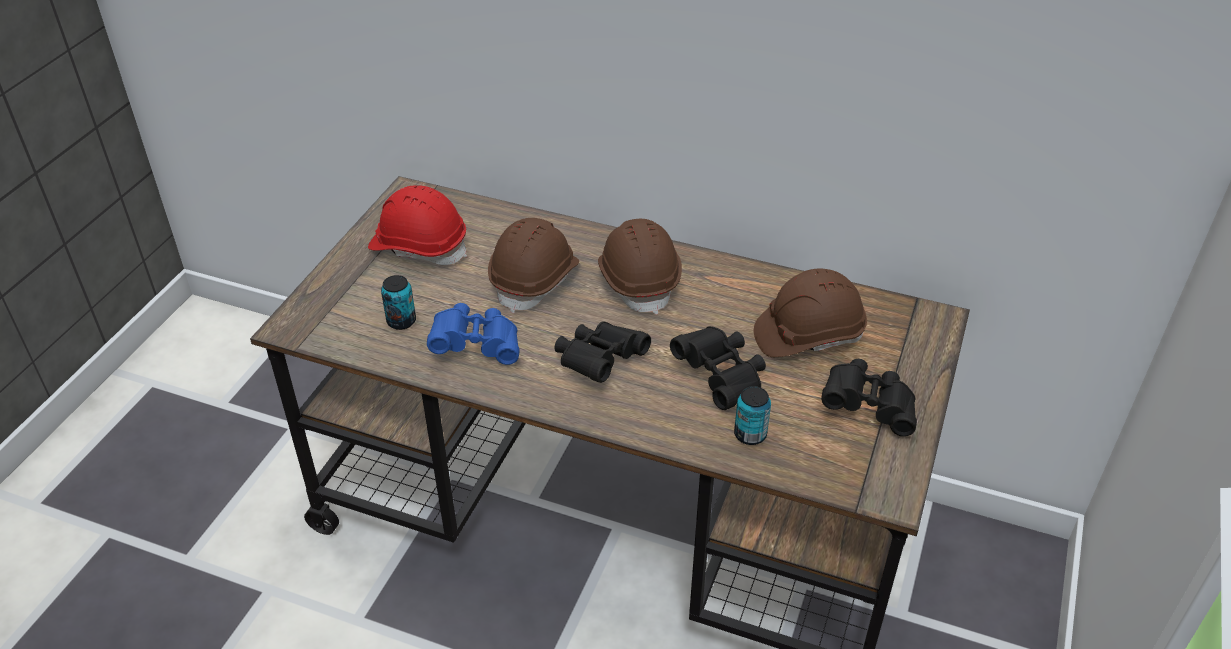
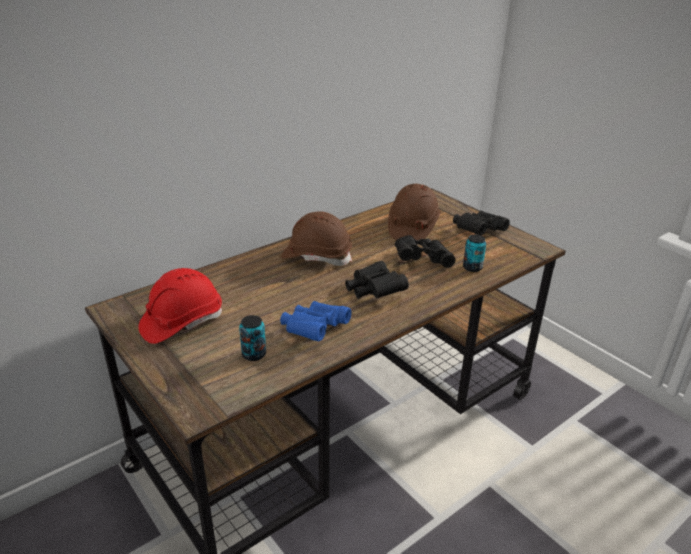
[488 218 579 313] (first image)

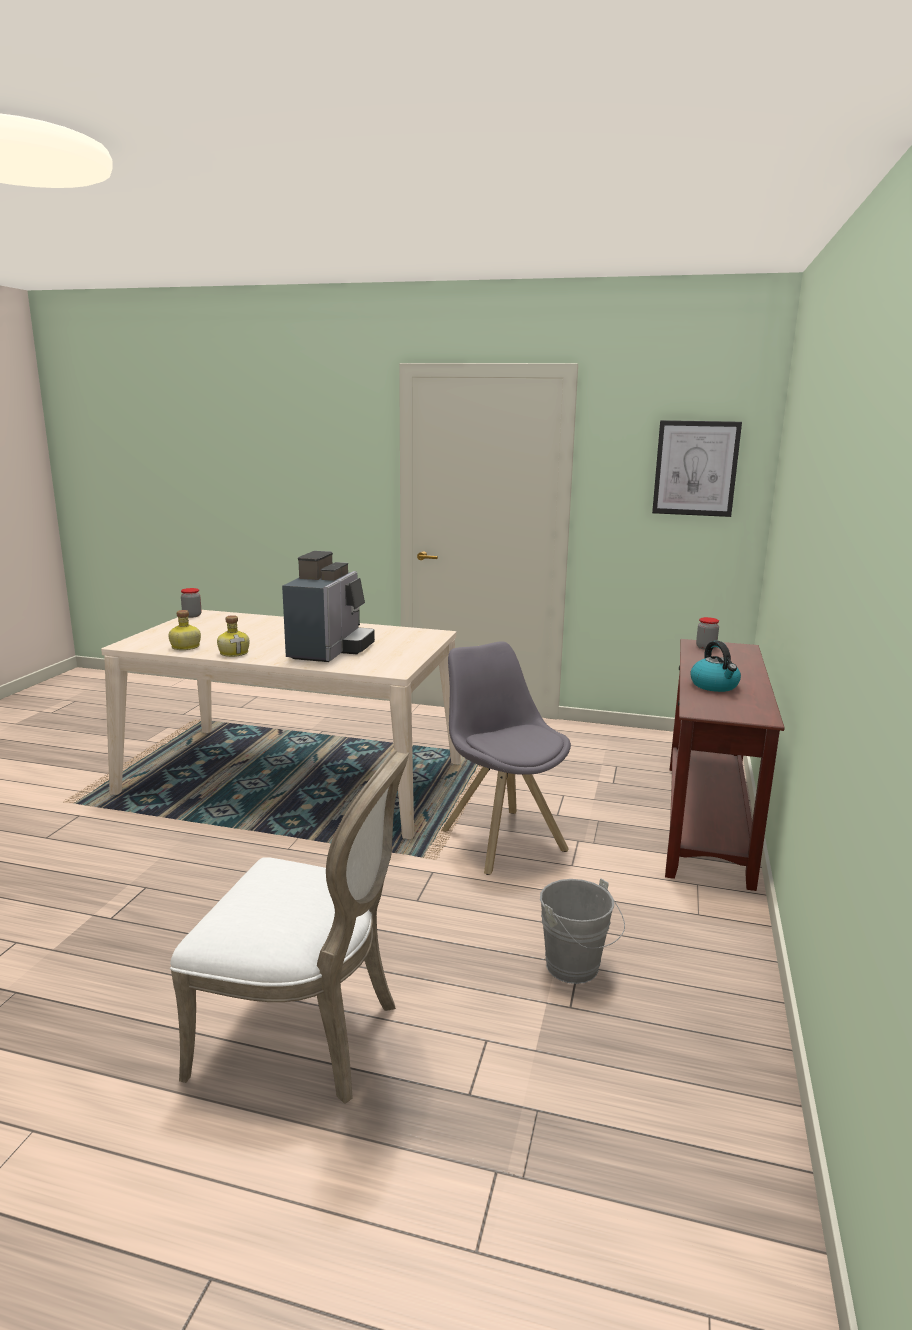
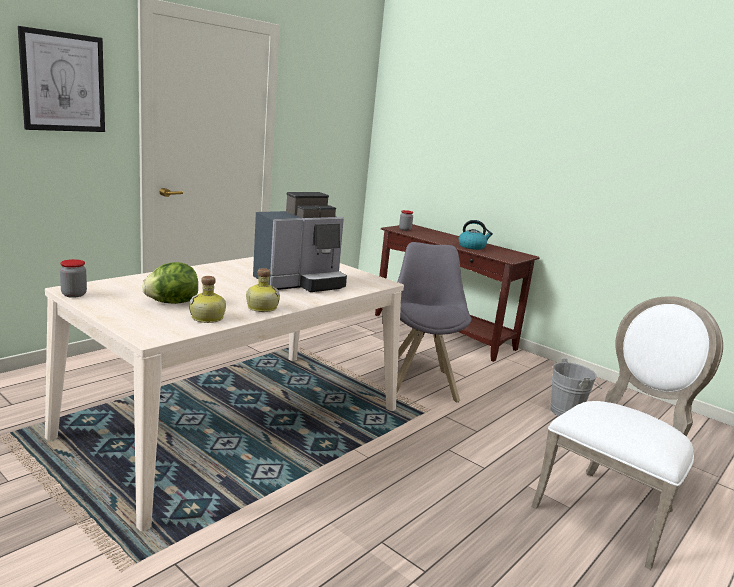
[18 26 105 132]
[253 192 347 292]
[397 242 472 402]
[142 262 198 304]

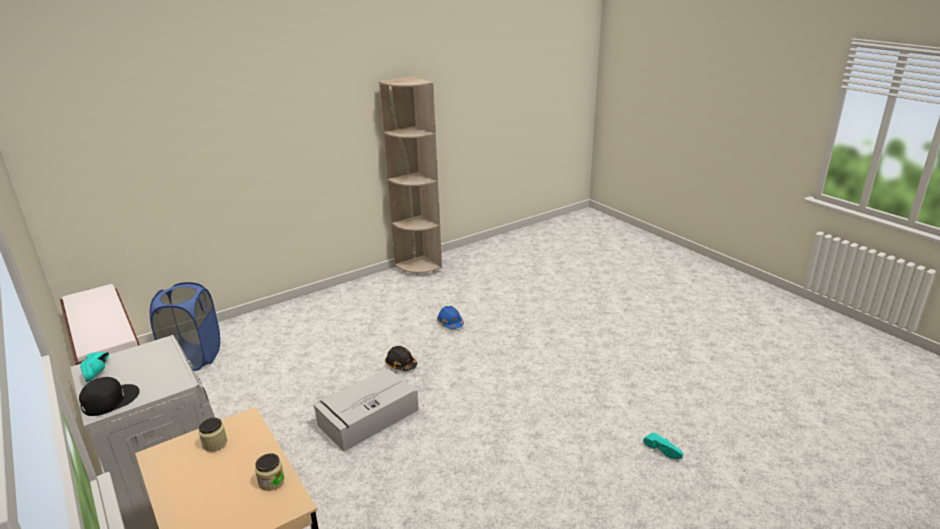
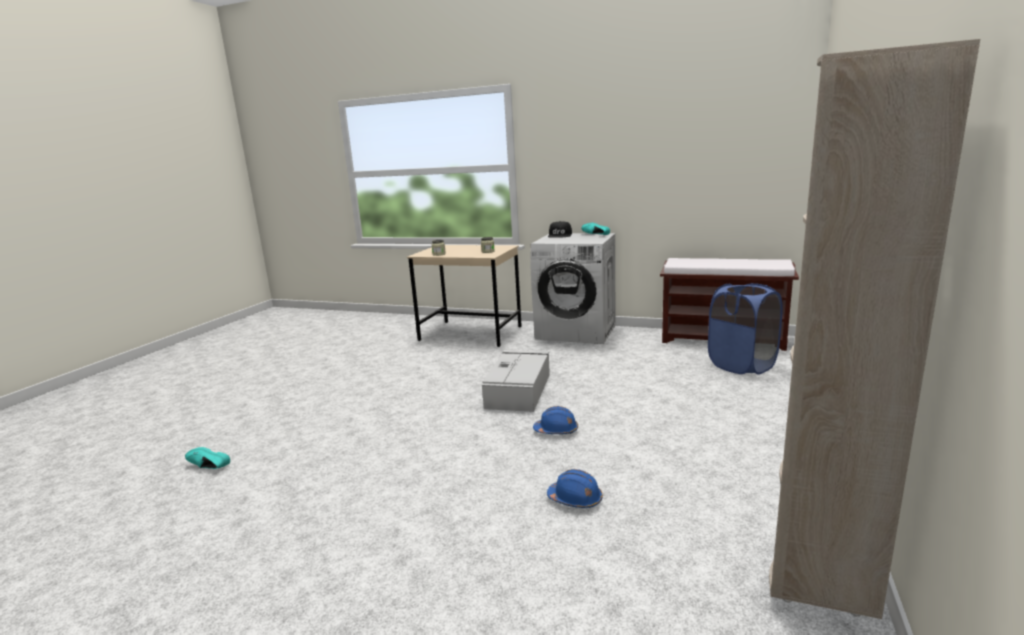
[533 406 578 434]

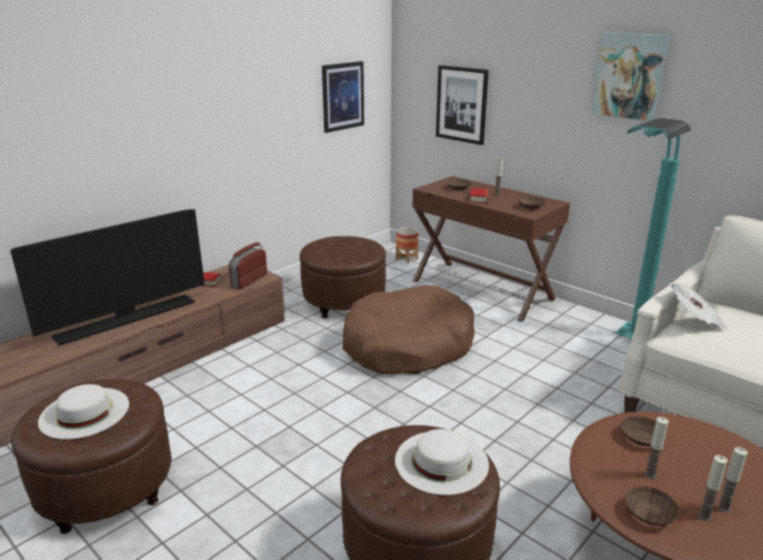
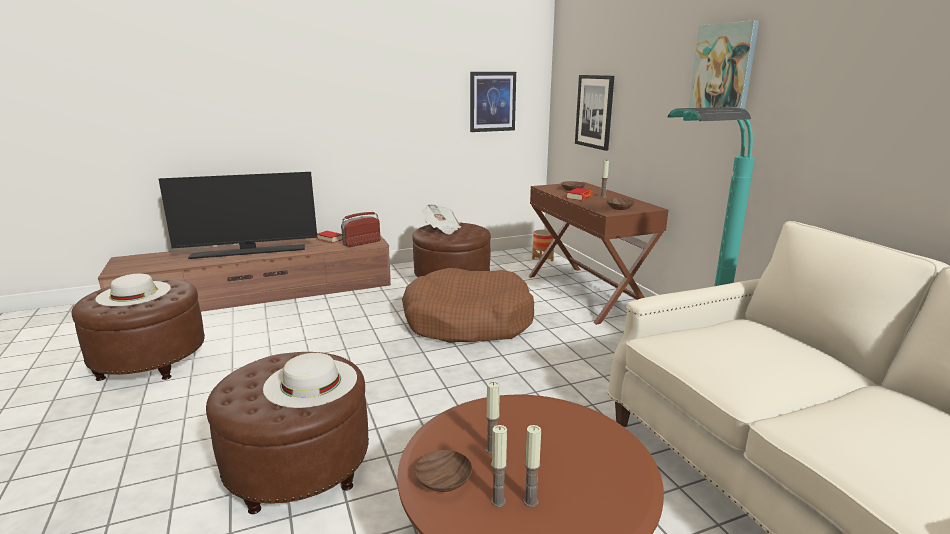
[422 204 461 234]
[621 416 667 446] (first image)

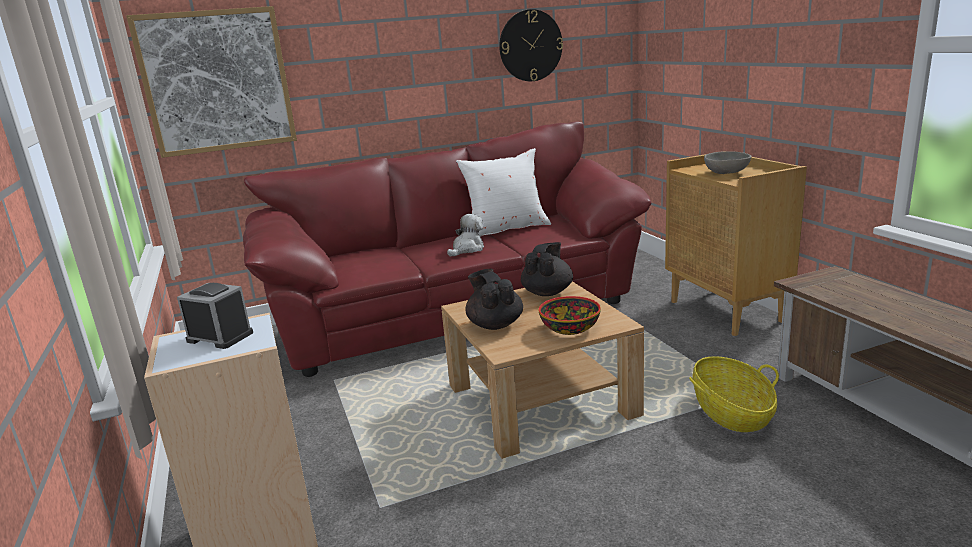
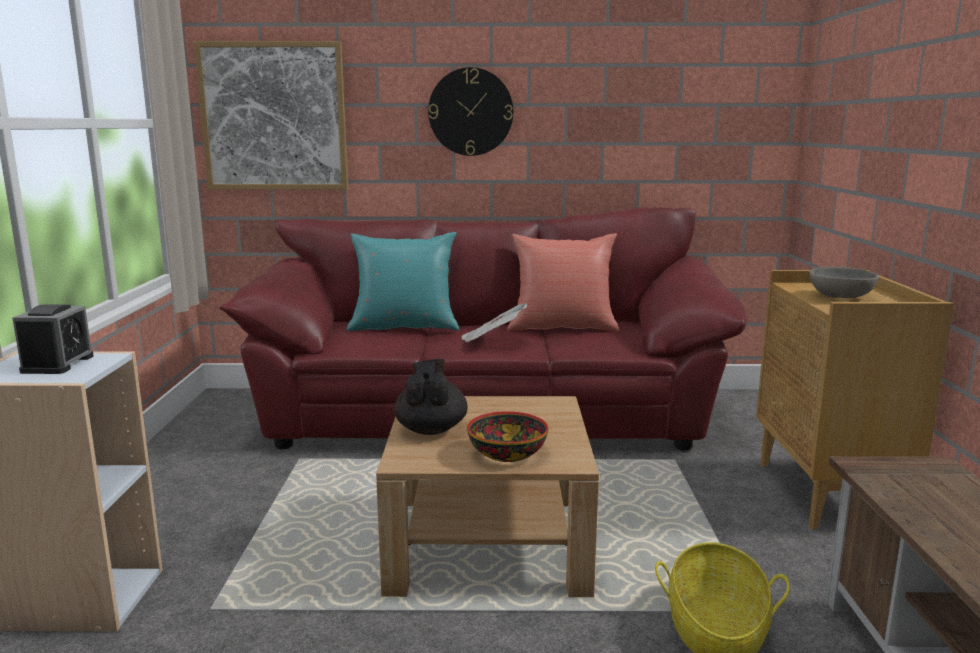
[428 67 513 156]
[507 233 619 332]
[462 304 527 343]
[521 242 573 296] (first image)
[13 304 94 374]
[347 232 459 331]

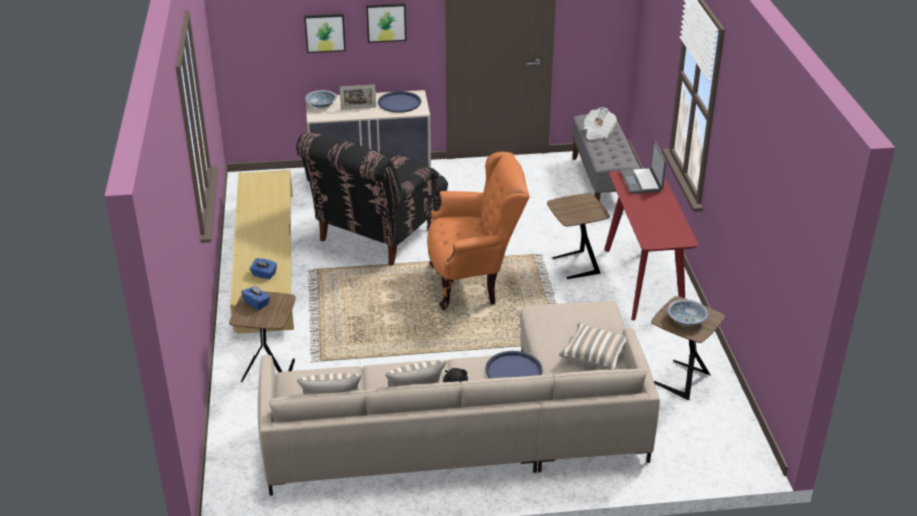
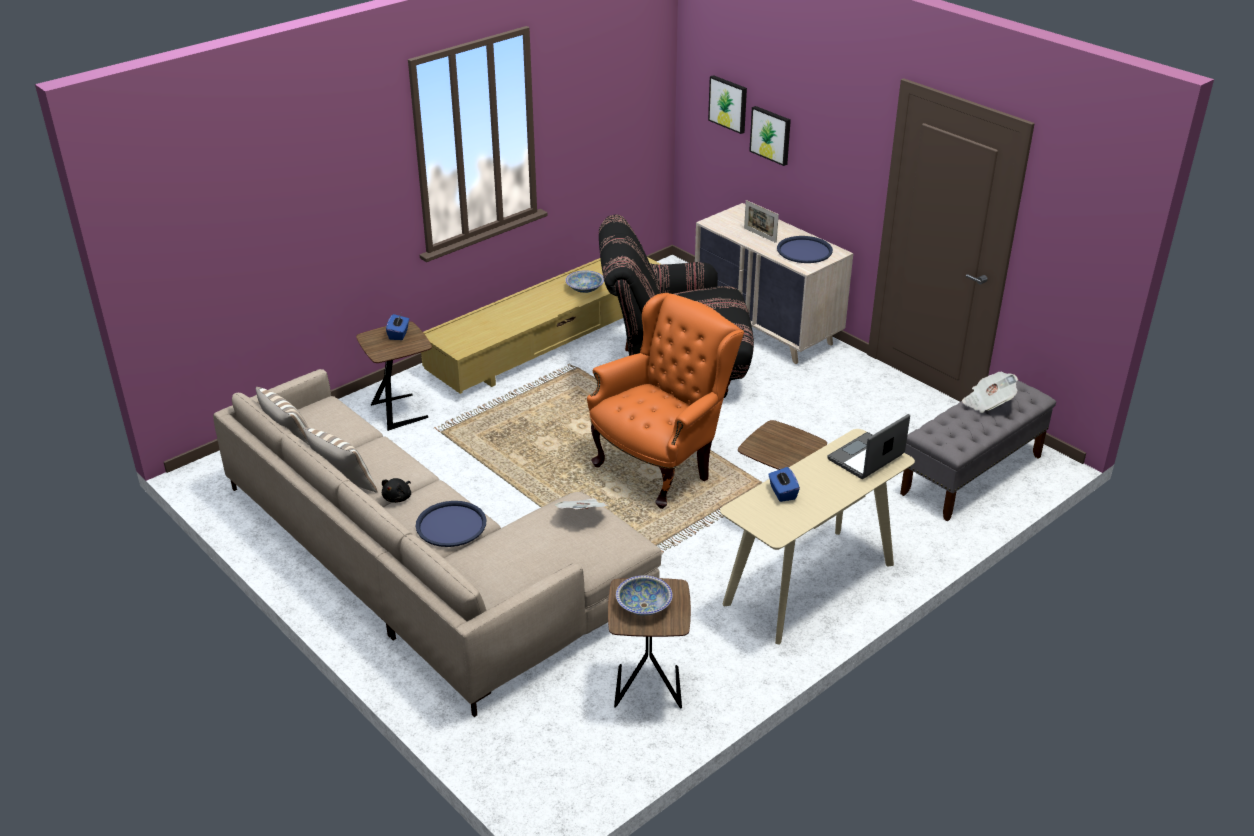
[708 75 747 134]
[565 270 604 293]
[587 293 744 509]
[720 429 915 645]
[768 467 800 502]
[559 323 626 370] (first image)
[555 498 607 510]

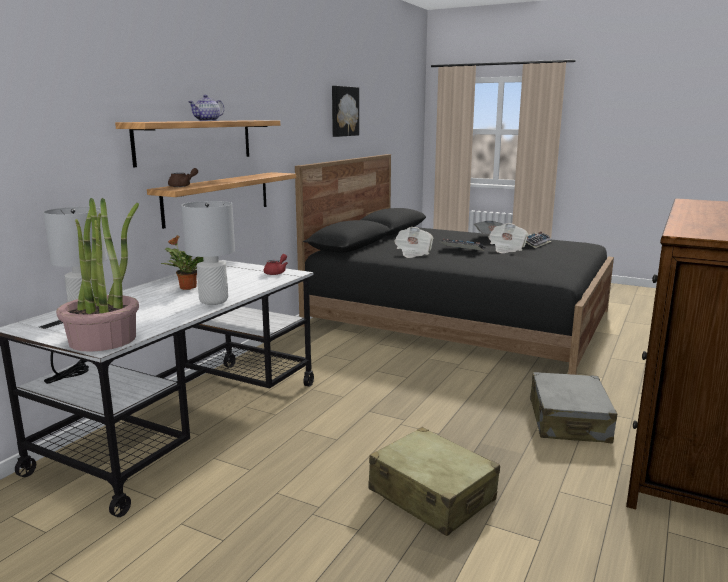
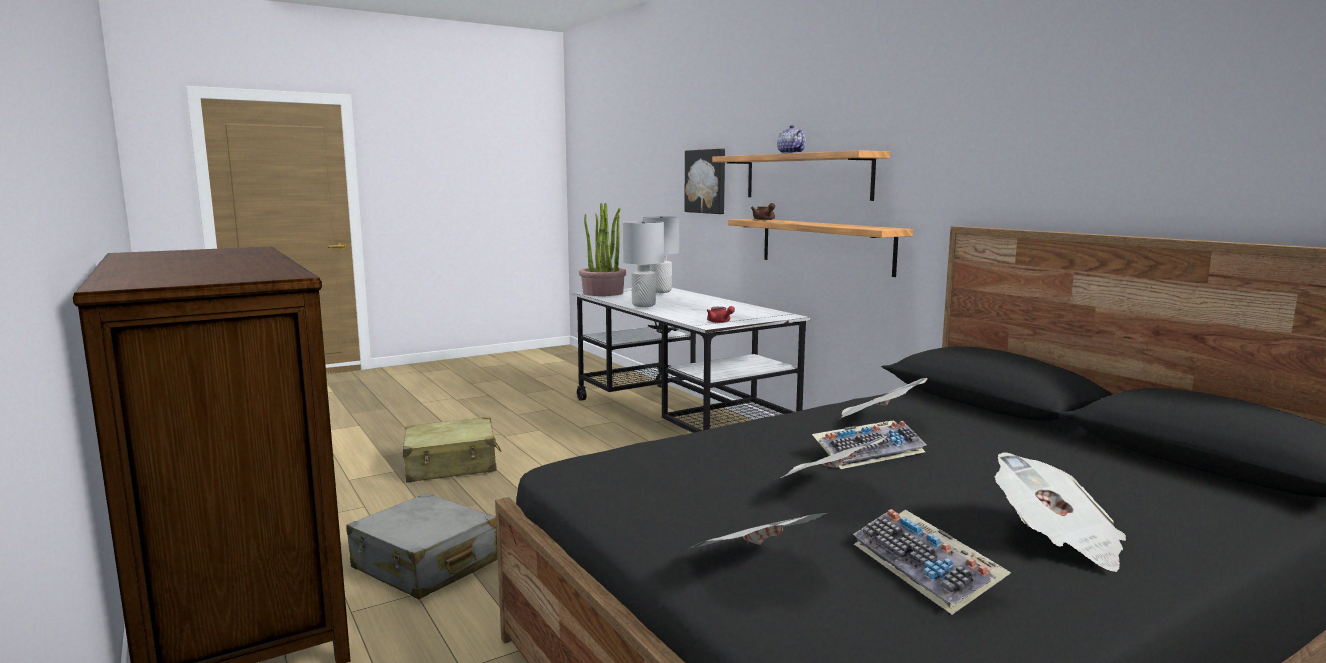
[684 149 725 214]
[160 235 203 290] (first image)
[692 513 827 548]

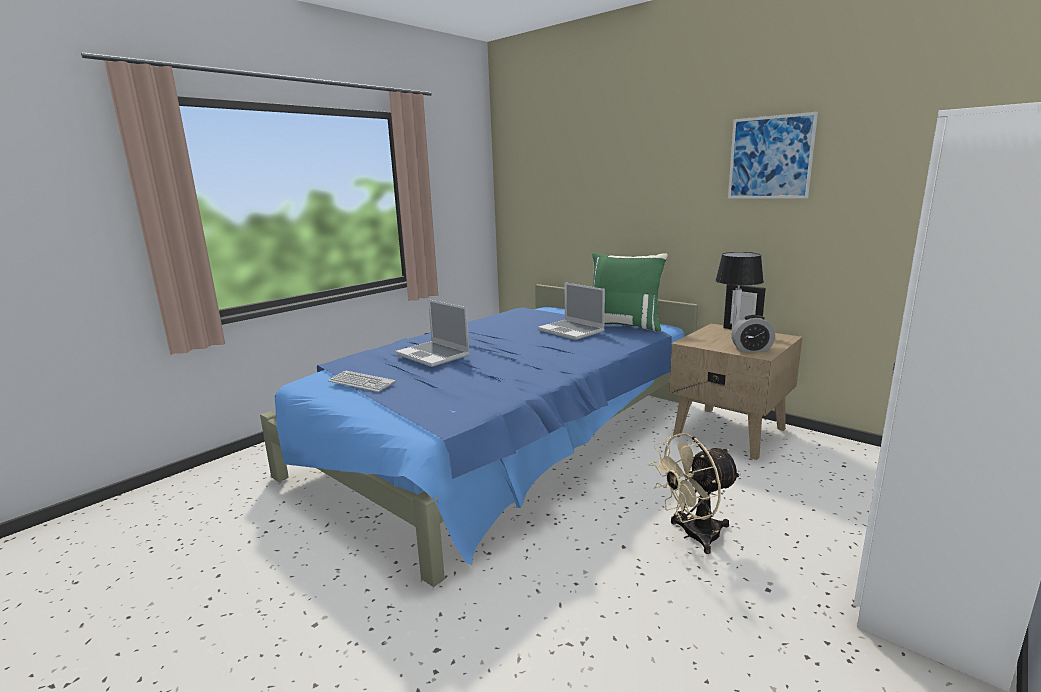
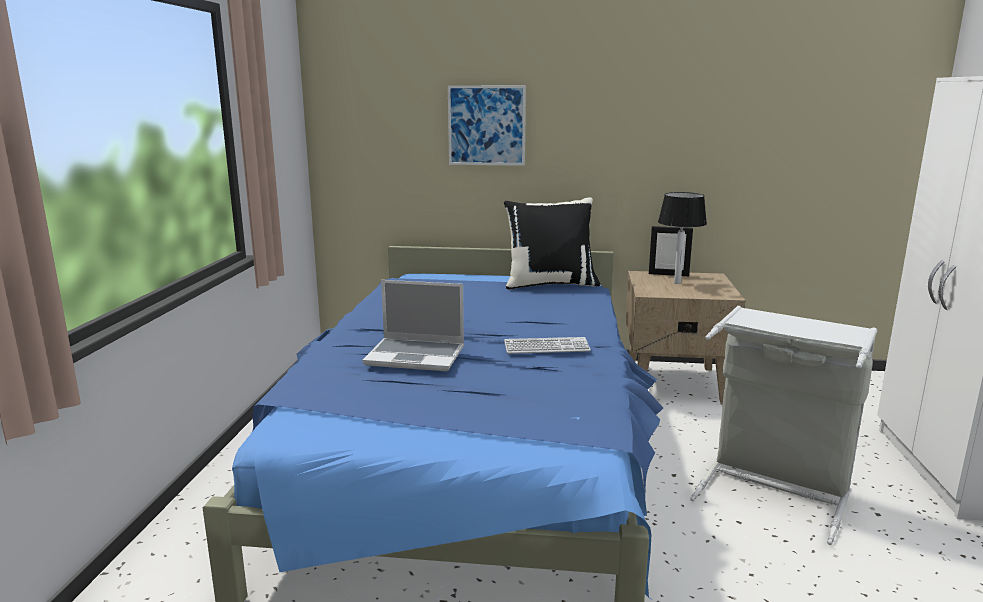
[448 85 526 166]
[504 197 600 290]
[538 283 605 340] (first image)
[732 315 775 352] (first image)
[504 337 591 354]
[690 306 877 545]

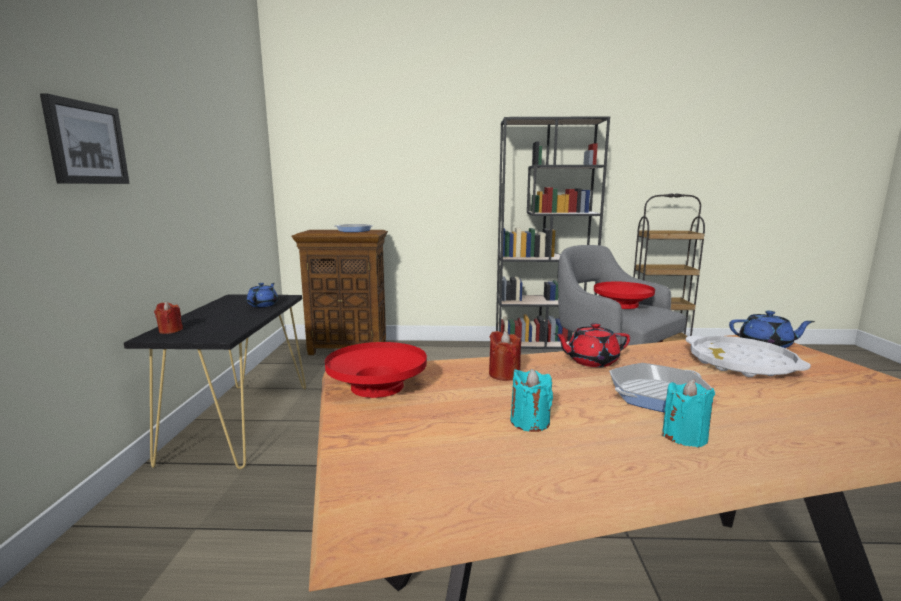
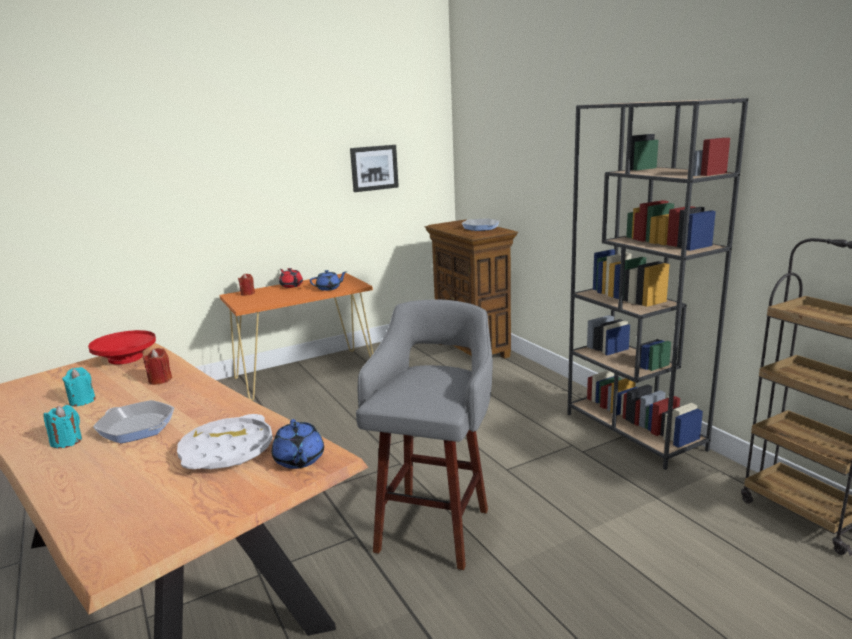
[350 145 399 192]
[594 281 655 309] (first image)
[220 273 373 401]
[279 268 303 288]

